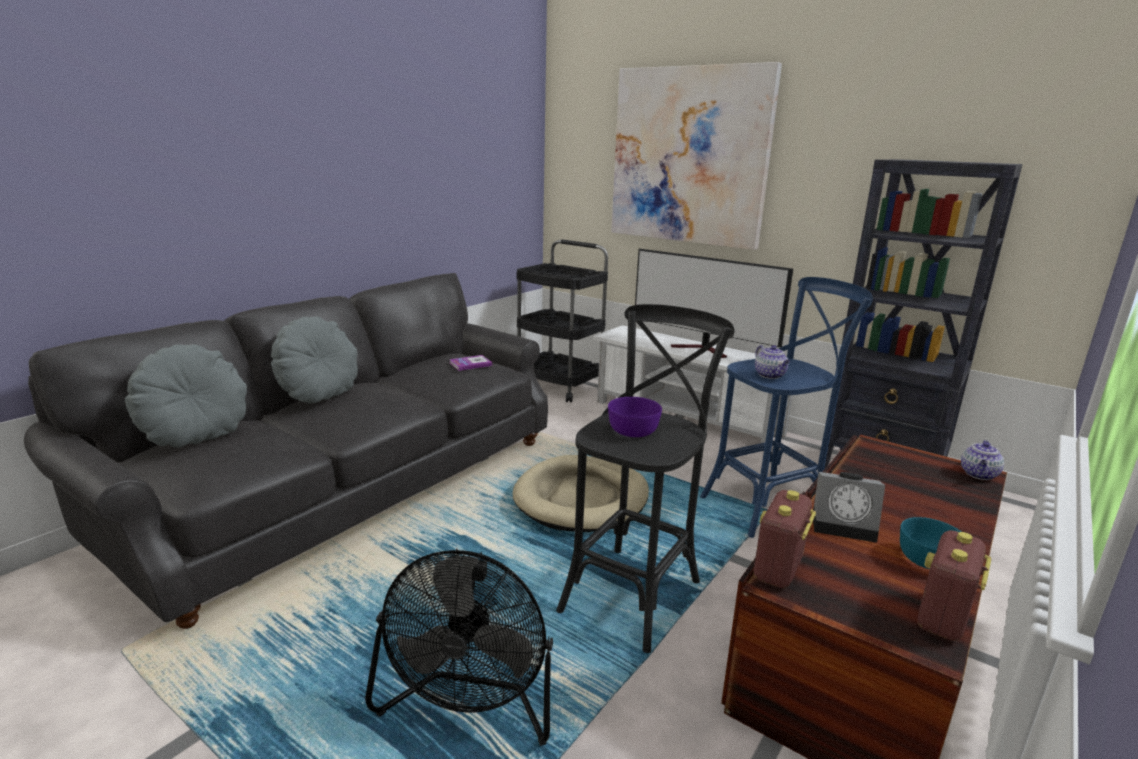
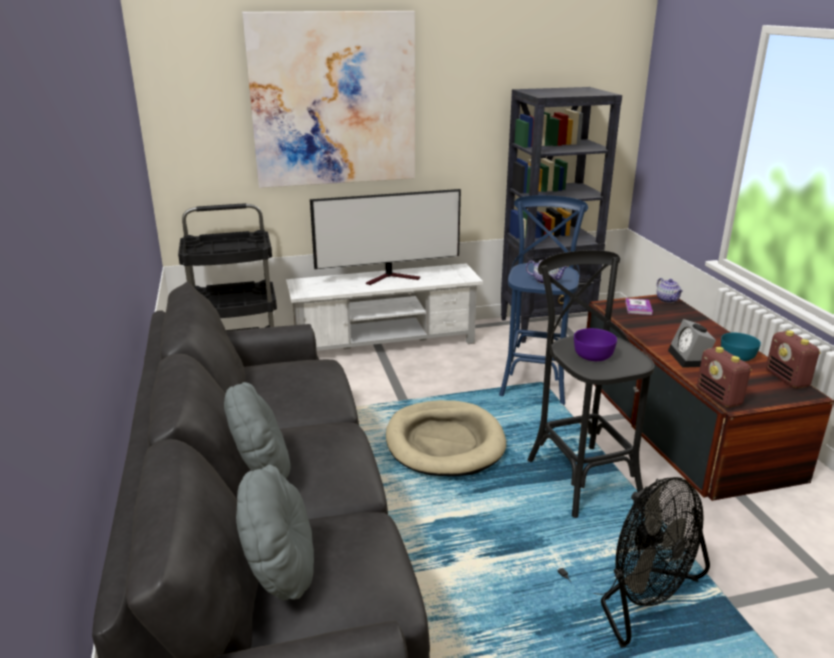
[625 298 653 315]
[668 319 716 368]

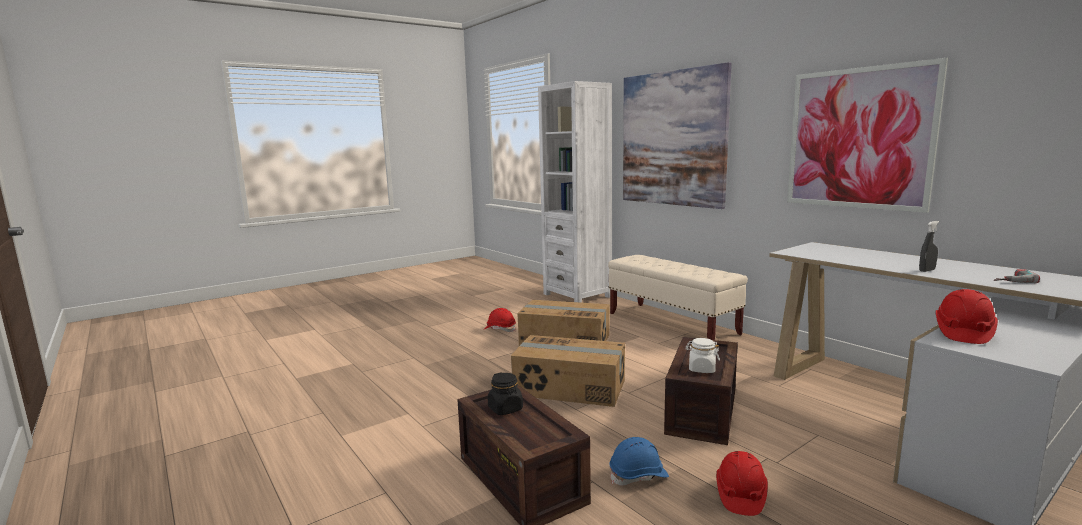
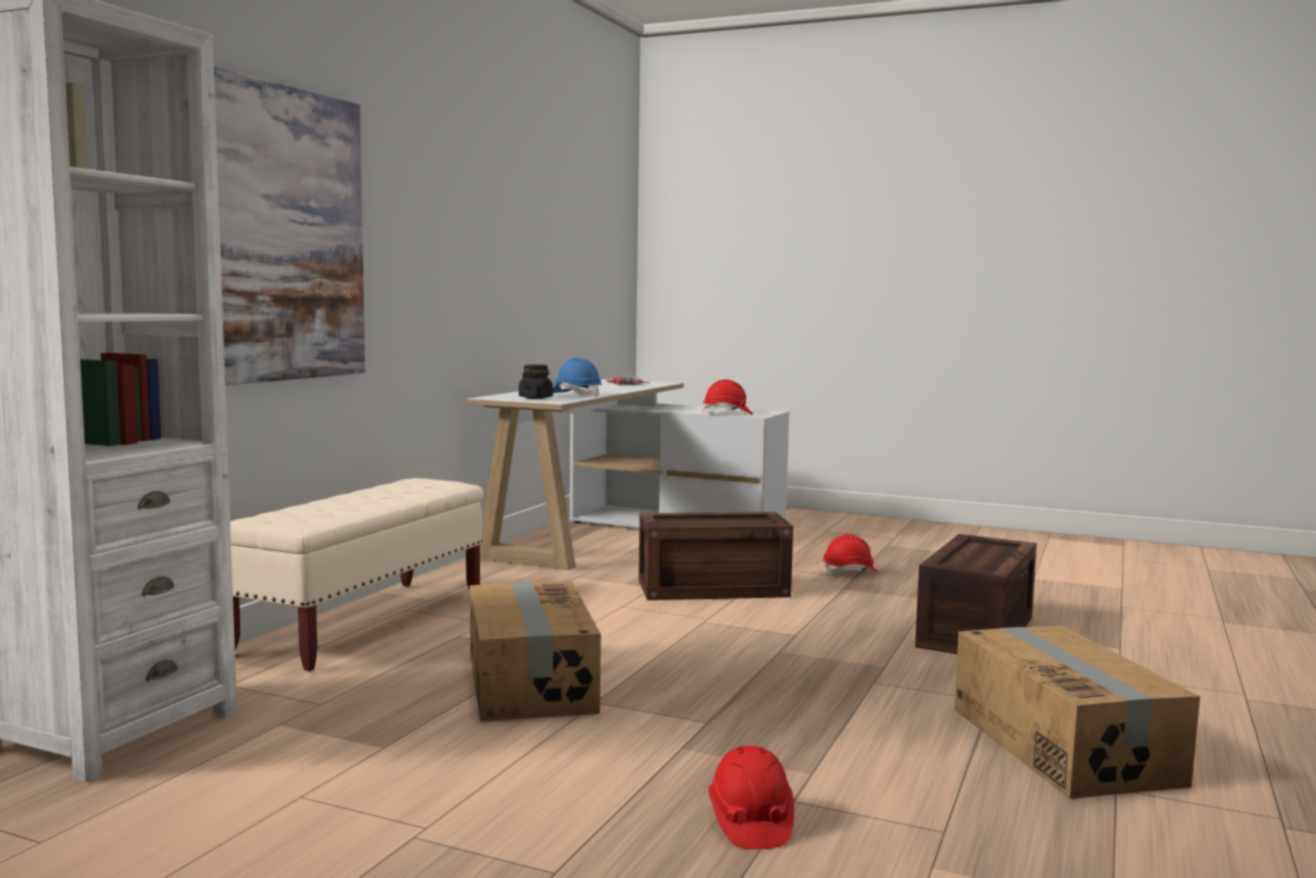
[787 58 948 213] (first image)
[919 221 939 272] (first image)
[708 746 794 849]
[955 626 1200 799]
[685 338 720 373] (first image)
[519 364 553 399]
[553 358 602 397]

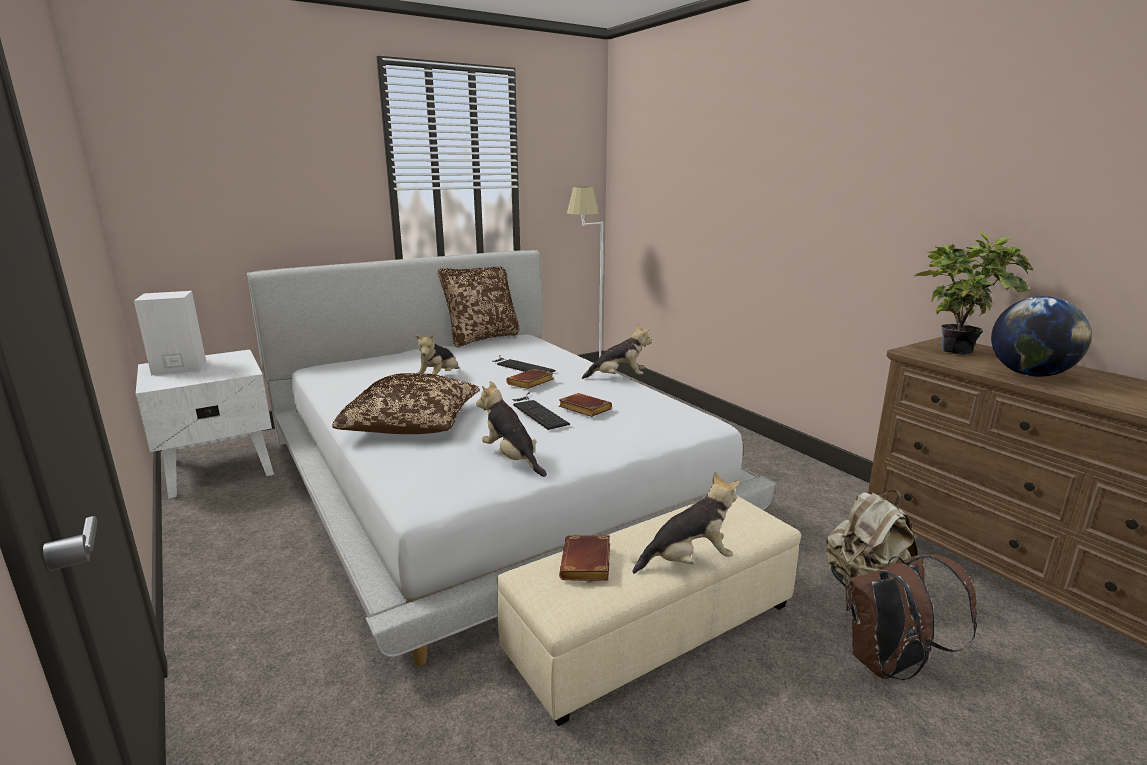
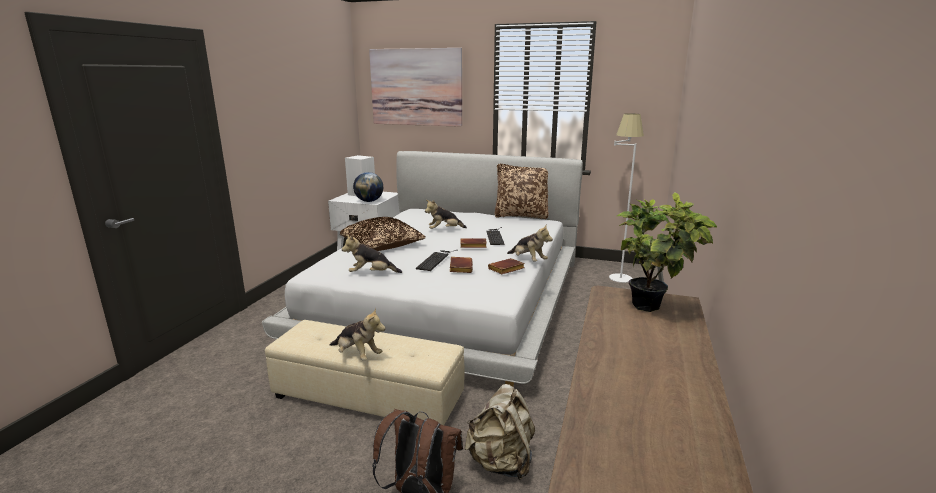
[353 172 383 202]
[342 234 402 273]
[488 258 525 274]
[369 48 462 127]

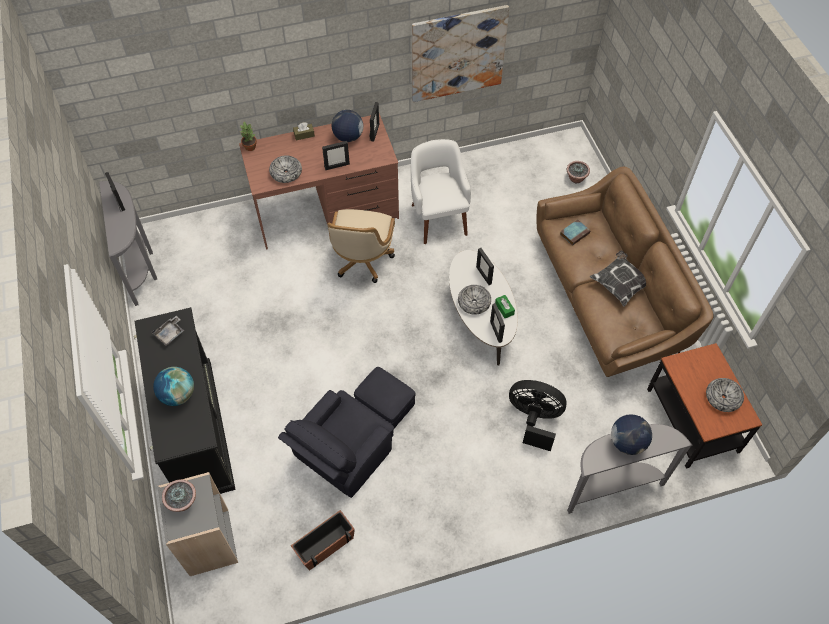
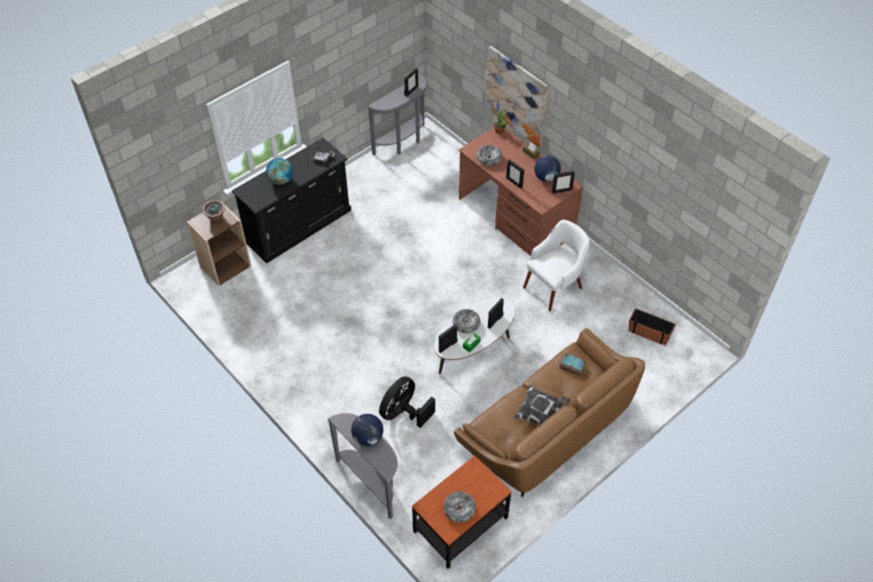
[486 46 548 147]
[567 161 590 183] (first image)
[327 209 395 283] (first image)
[278 367 416 498] (first image)
[379 376 435 428]
[187 202 251 286]
[629 308 676 346]

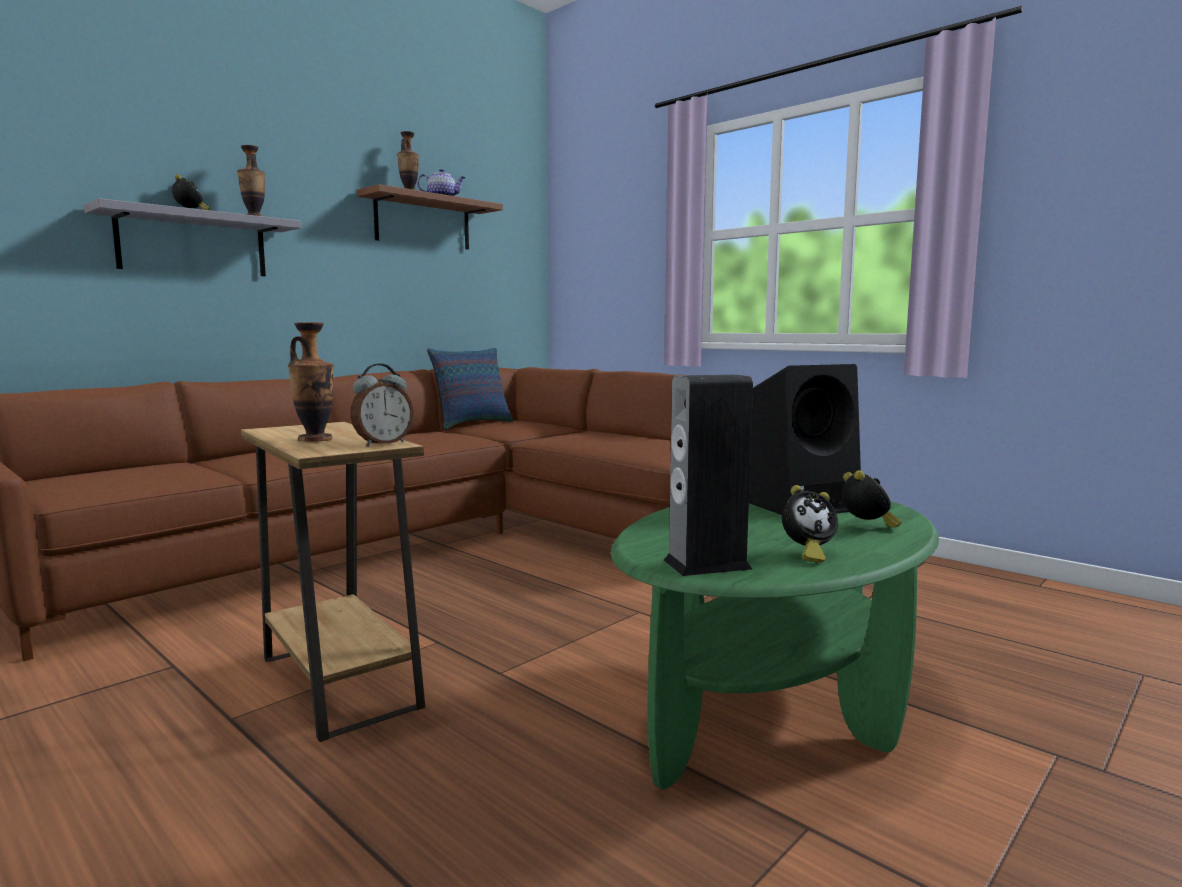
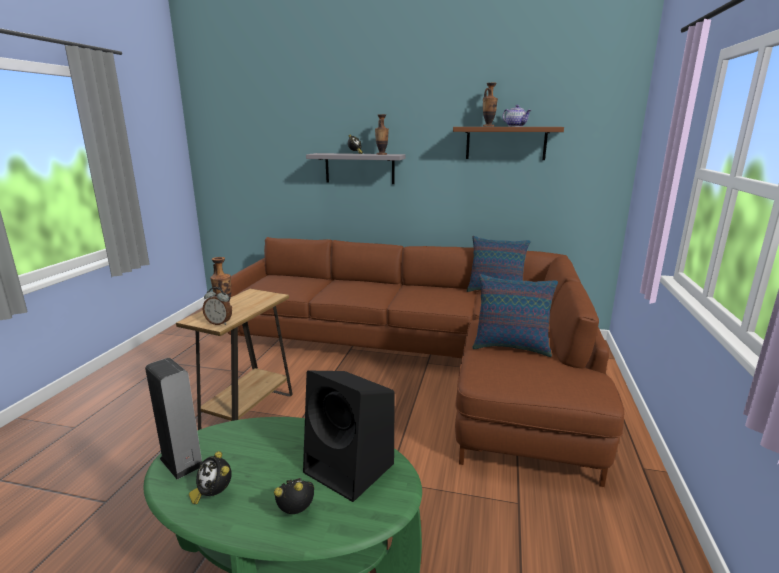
[274 478 314 514]
[473 274 558 357]

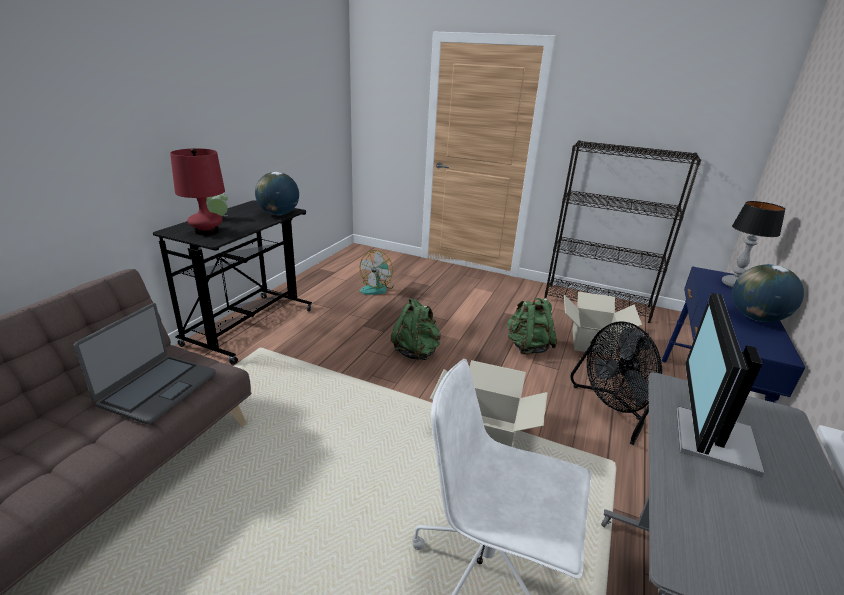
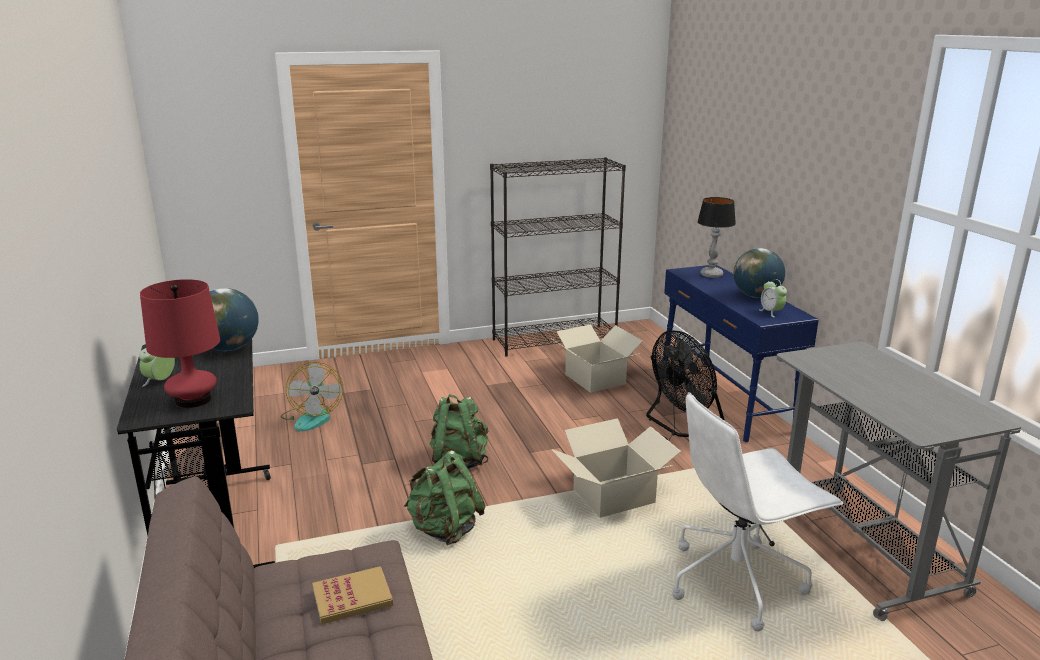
[676 293 765 477] (first image)
[404 450 486 546]
[312 566 393 625]
[646 330 725 440]
[759 279 787 317]

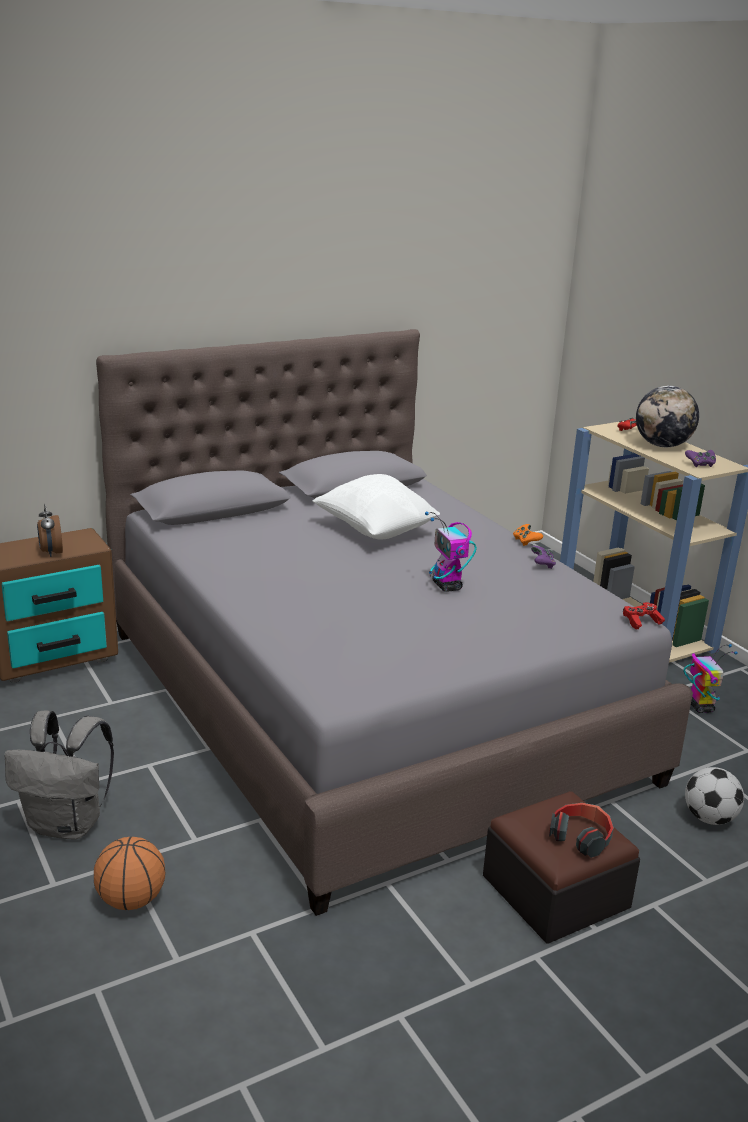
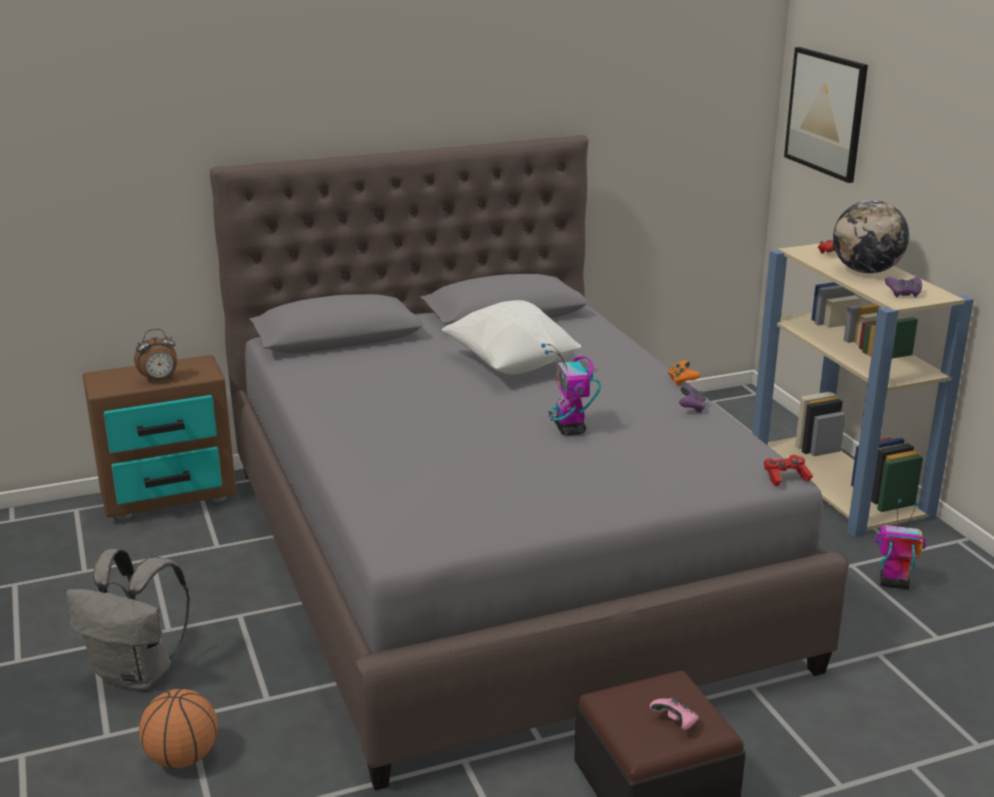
[134 329 177 383]
[875 499 926 589]
[685 767 744 825] (first image)
[649 696 699 730]
[784 47 868 183]

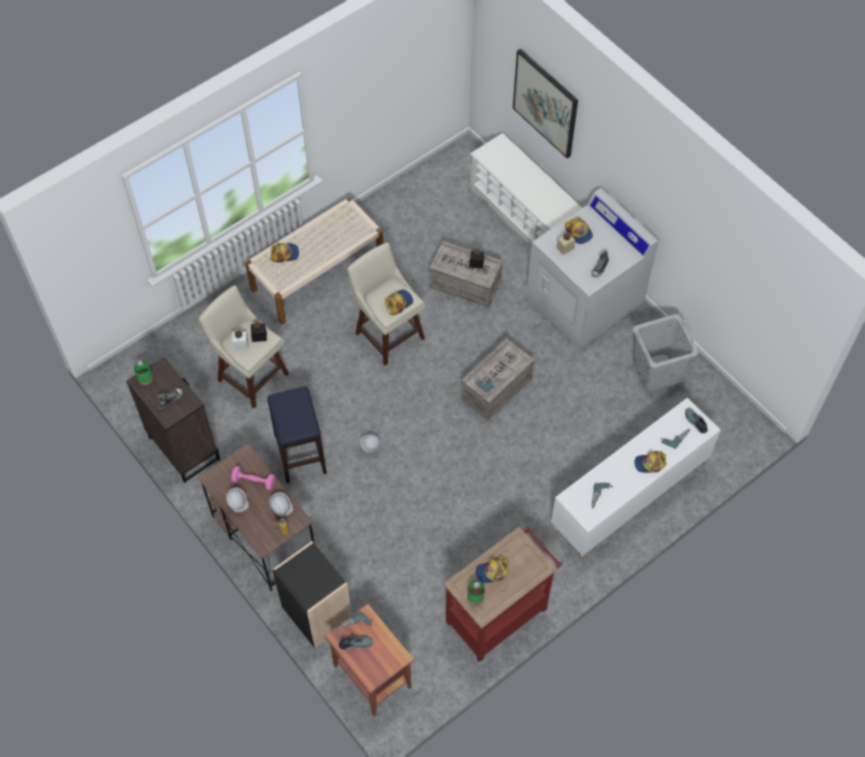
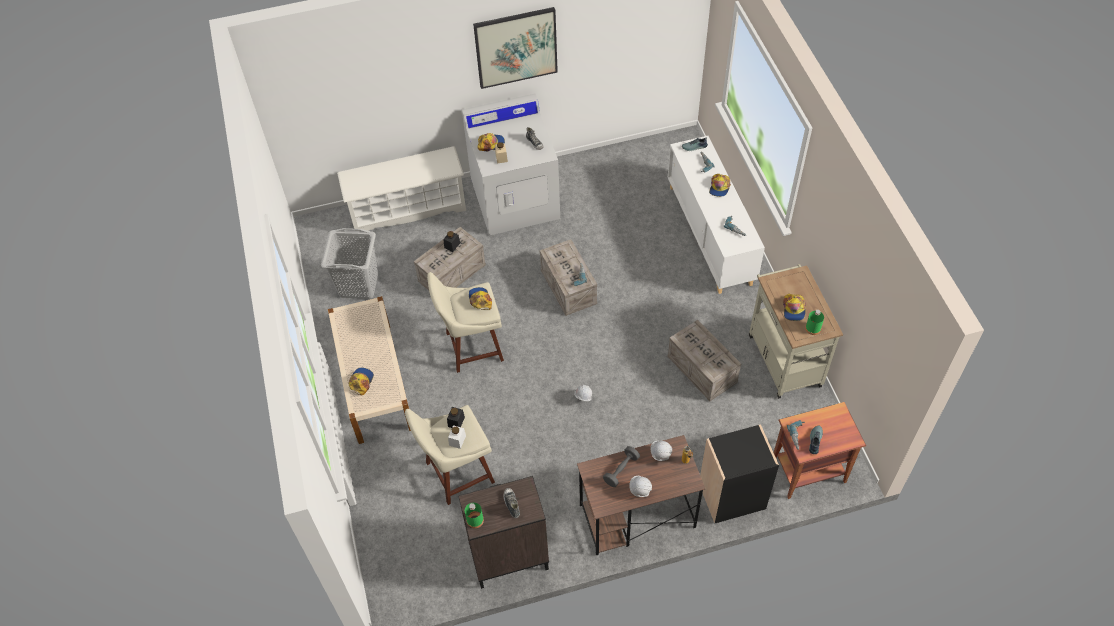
[473 7 558 89]
[321 228 378 299]
[267 387 327 483] (first image)
[603 446 640 487]
[749 264 843 398]
[668 320 741 401]

